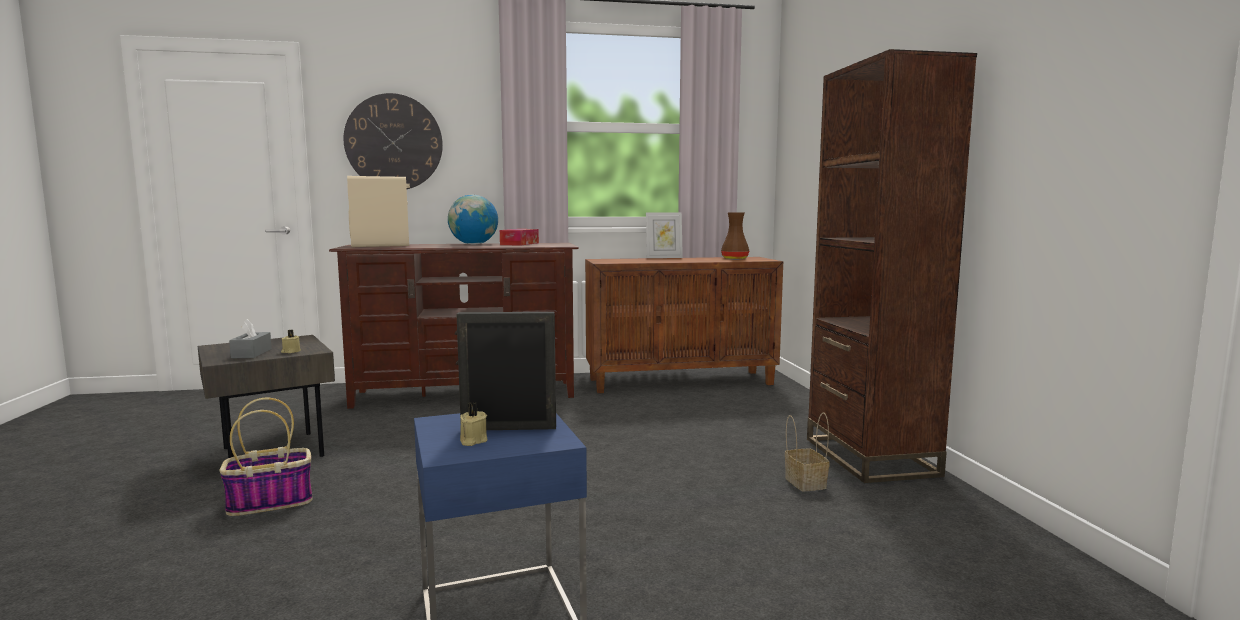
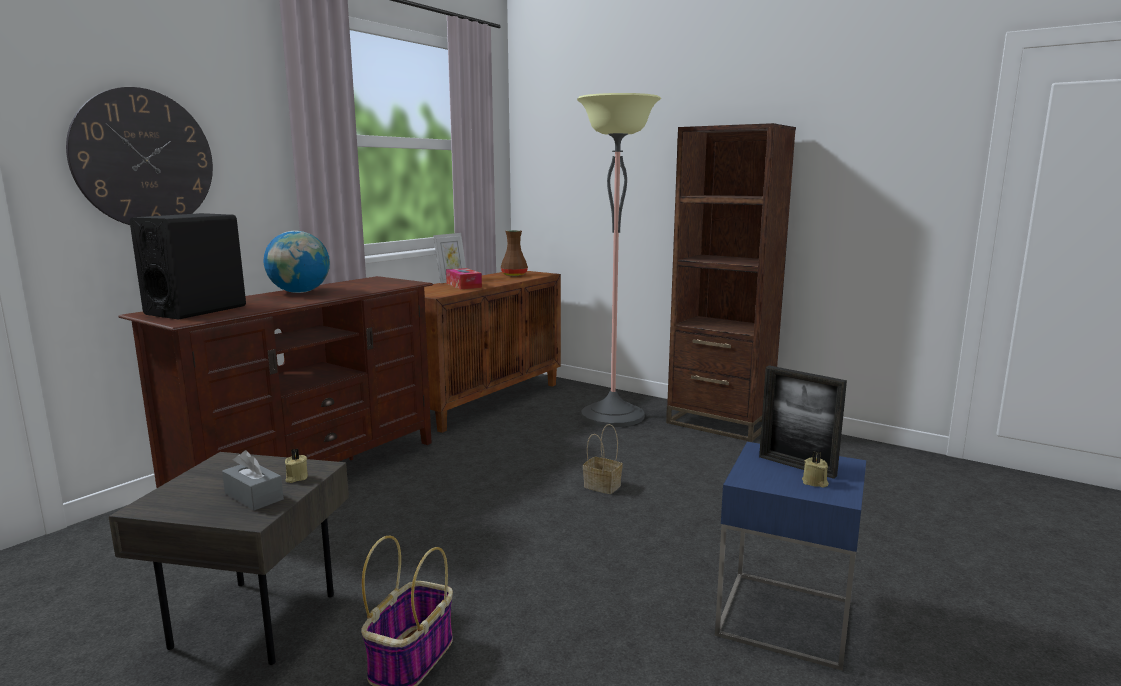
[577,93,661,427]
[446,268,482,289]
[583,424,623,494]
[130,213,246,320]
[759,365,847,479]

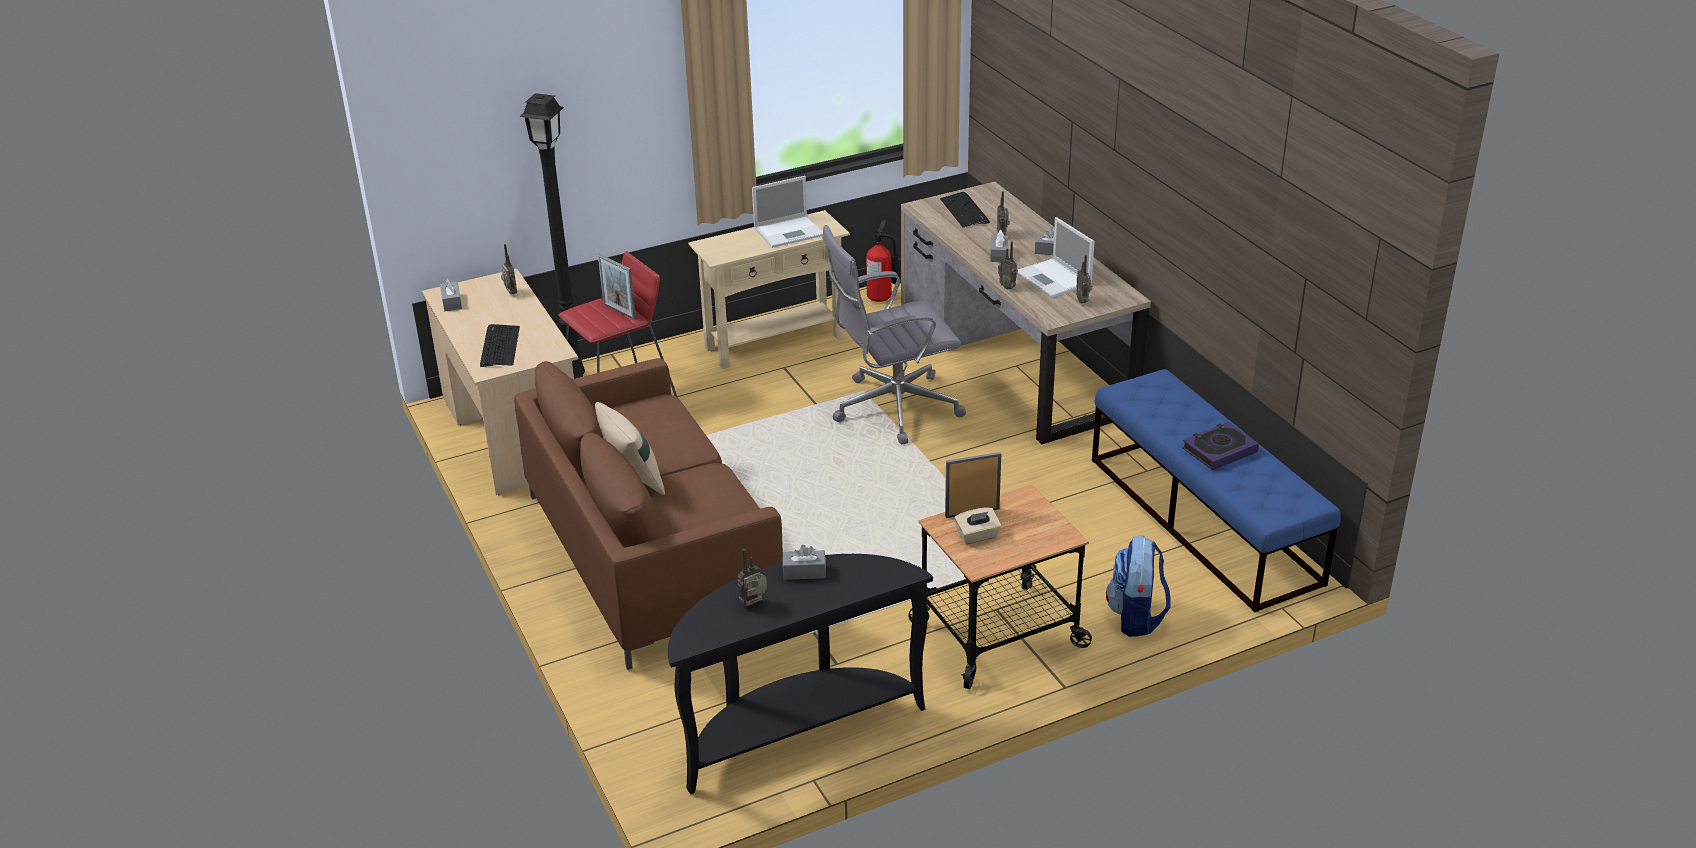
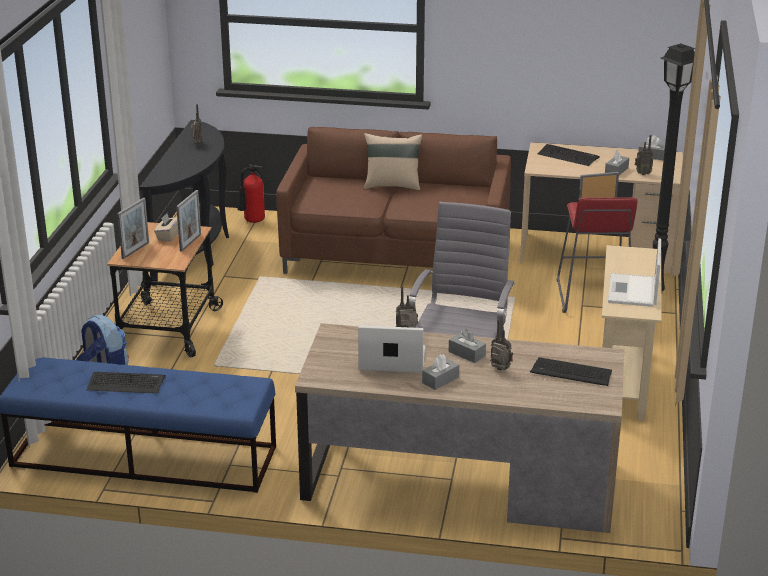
[1076,255,1092,303] (first image)
[117,198,149,259]
[605,150,629,175]
[237,164,265,223]
[87,372,166,394]

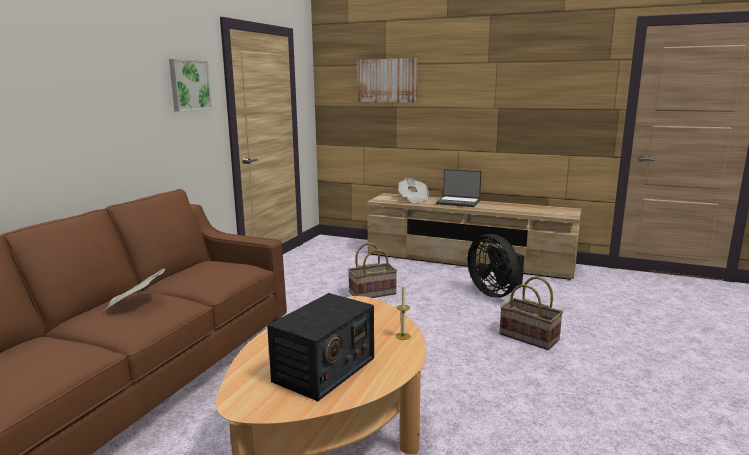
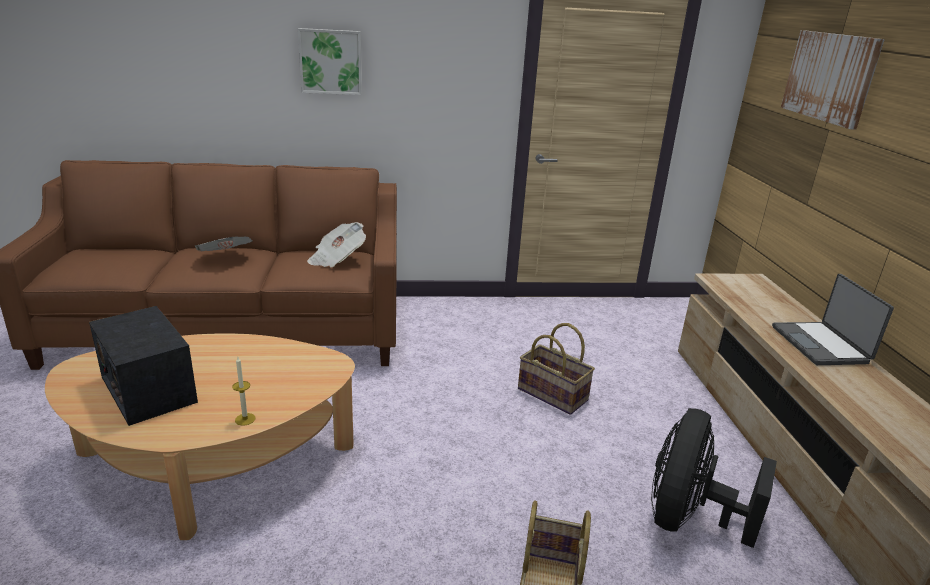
[298,28,362,95]
[307,222,366,268]
[89,306,198,426]

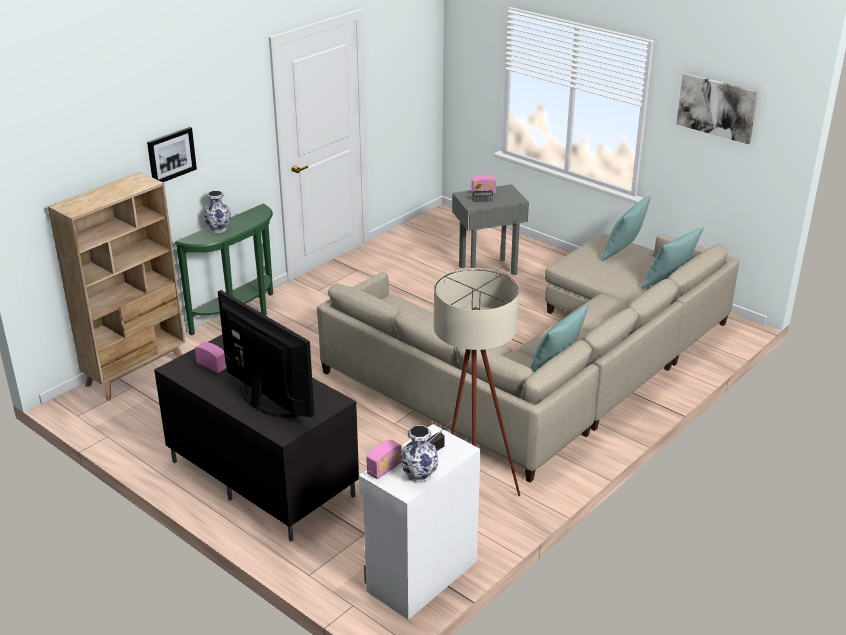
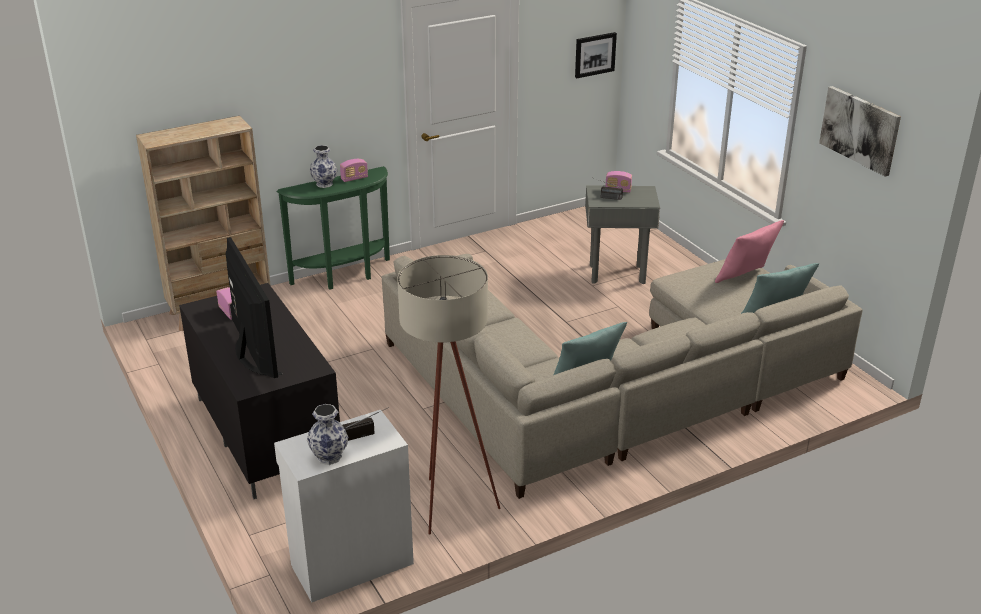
[575,32,617,78]
[340,159,368,182]
[715,220,784,283]

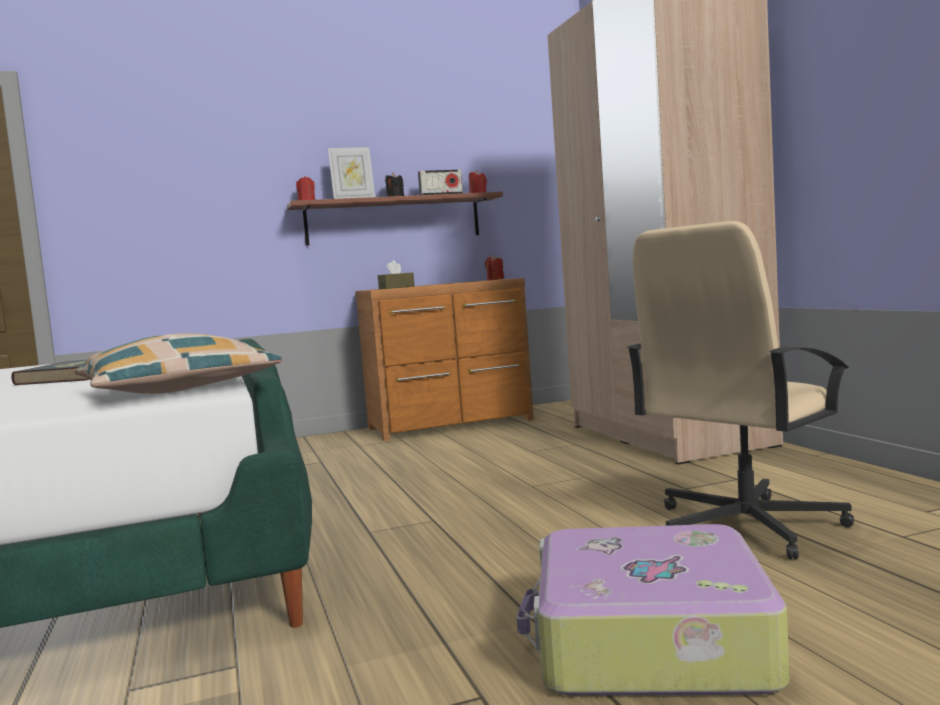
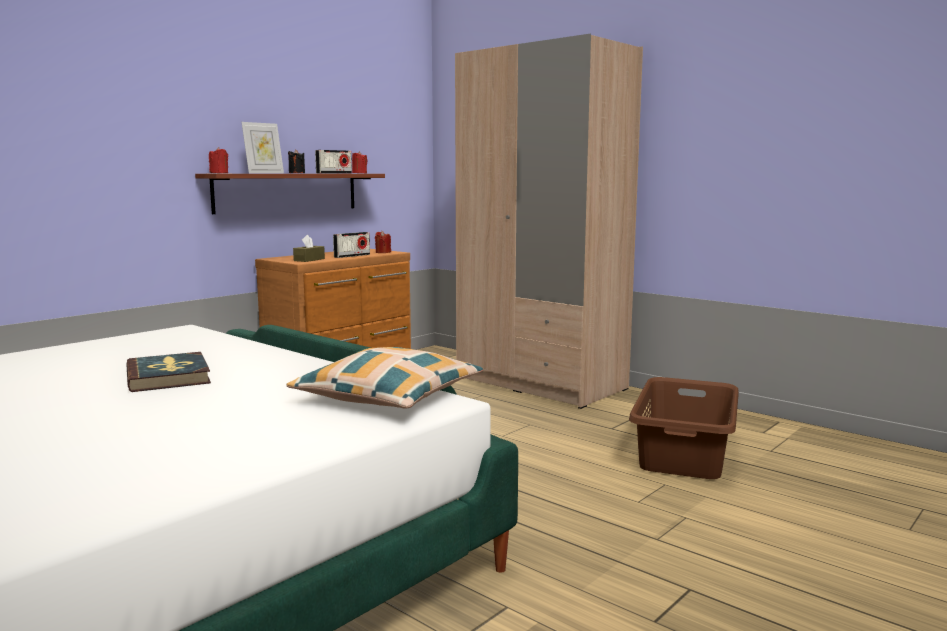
[516,524,790,696] (first image)
[333,232,370,258]
[629,377,739,479]

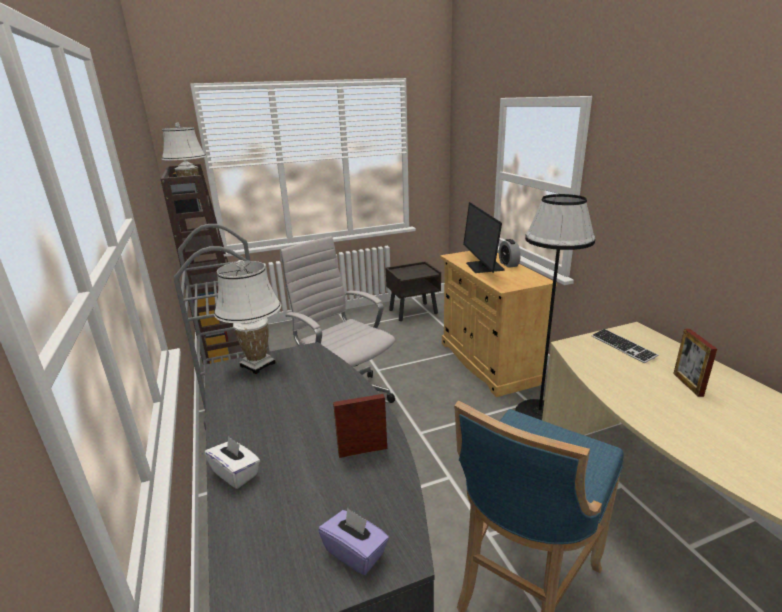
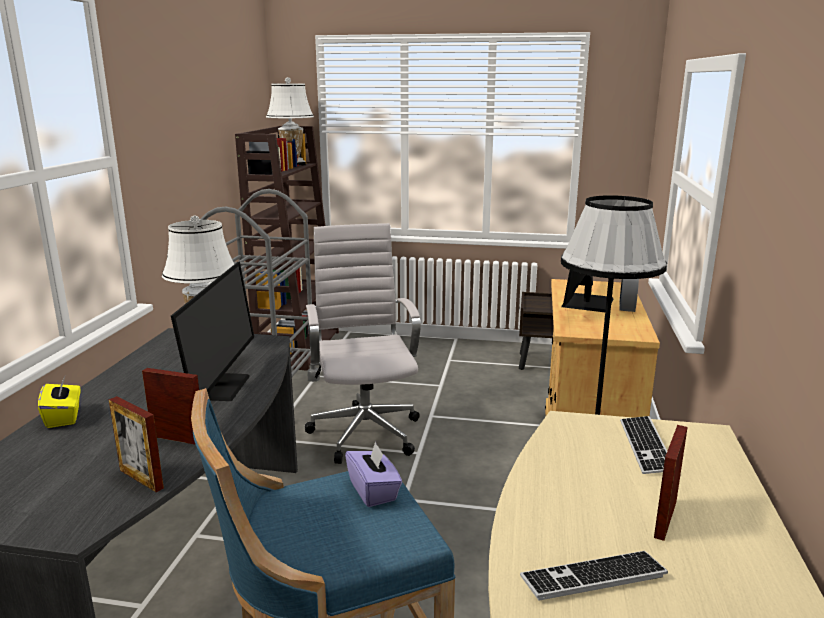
[109,396,164,492]
[171,262,254,401]
[520,551,668,601]
[345,441,402,507]
[38,377,81,428]

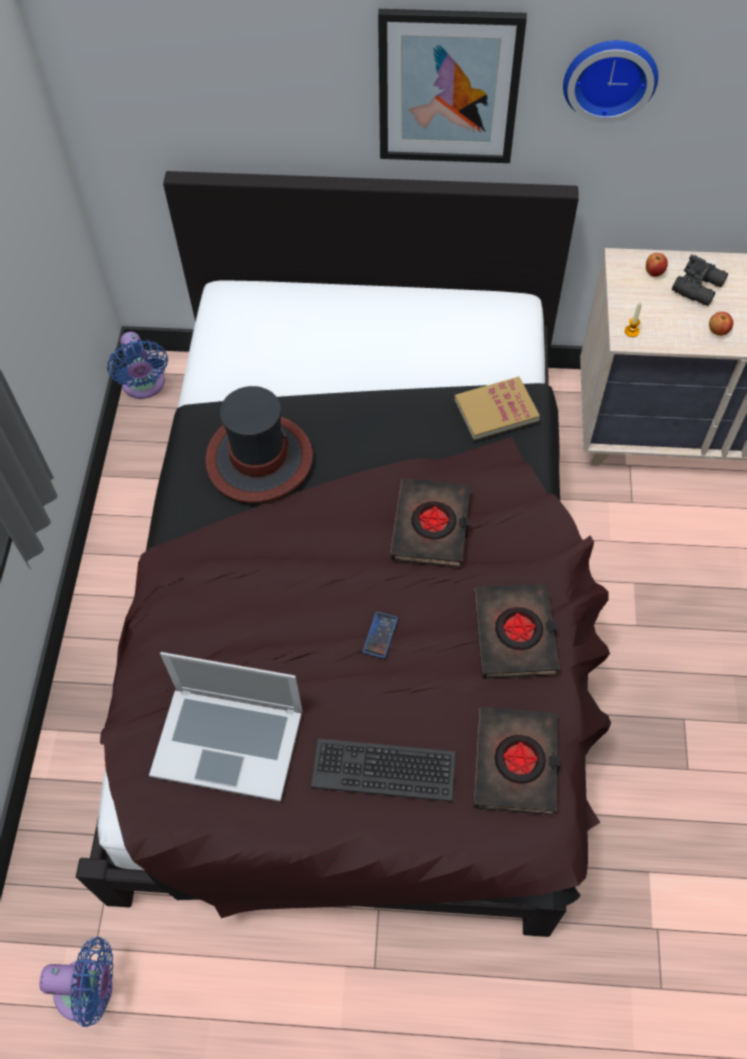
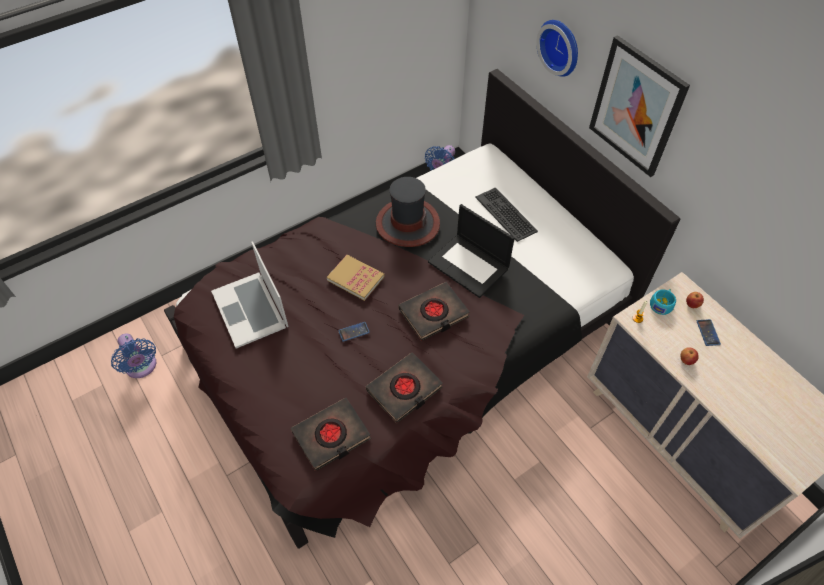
[428,204,515,298]
[650,289,676,315]
[475,187,538,242]
[327,255,384,301]
[536,20,578,77]
[697,319,721,346]

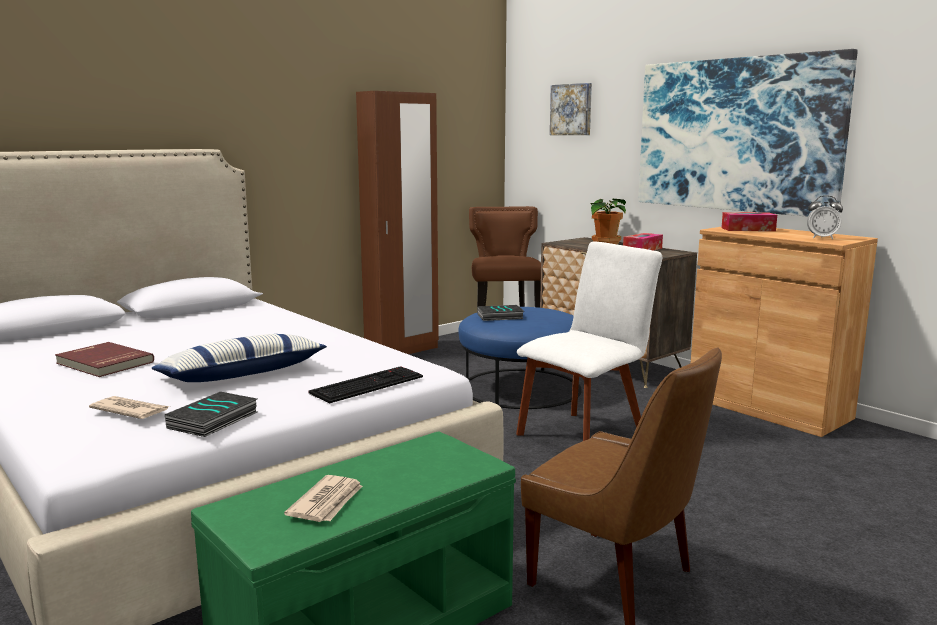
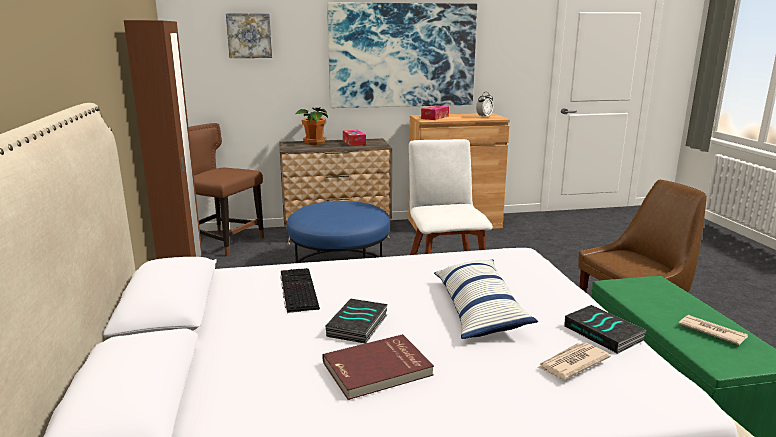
[280,268,320,313]
[326,299,388,343]

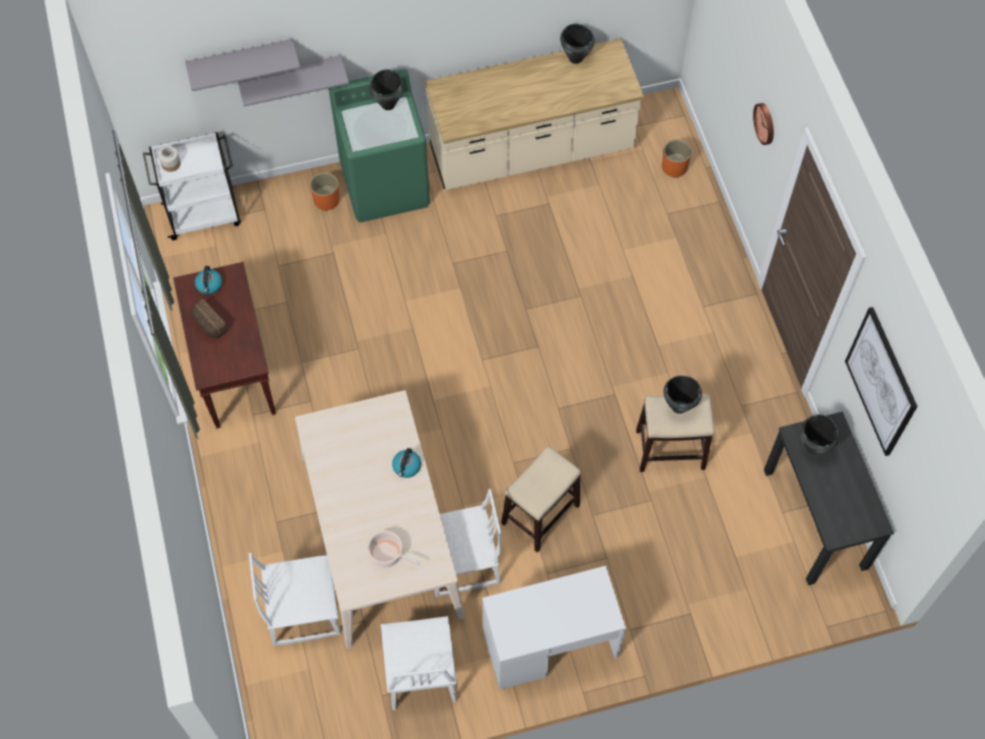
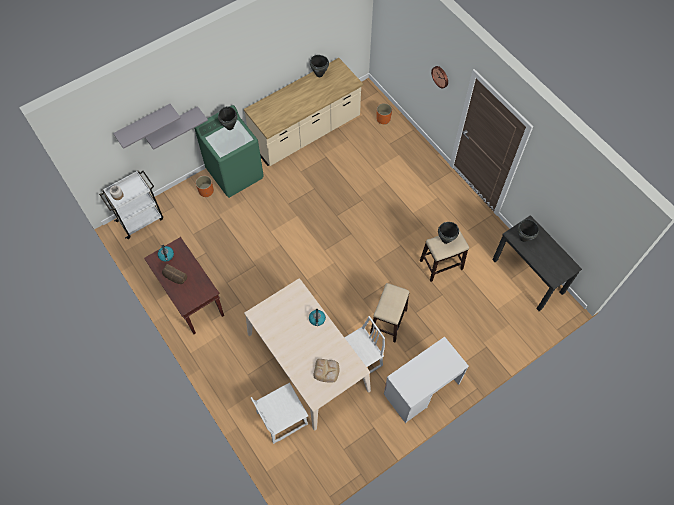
[381,616,457,710] (first image)
[845,307,918,456] (first image)
[313,359,340,383]

